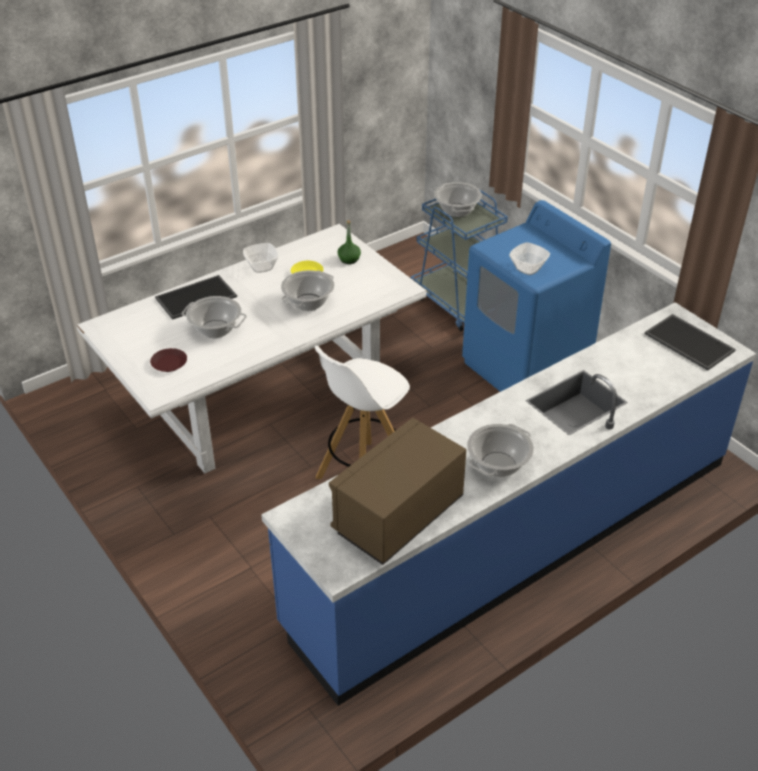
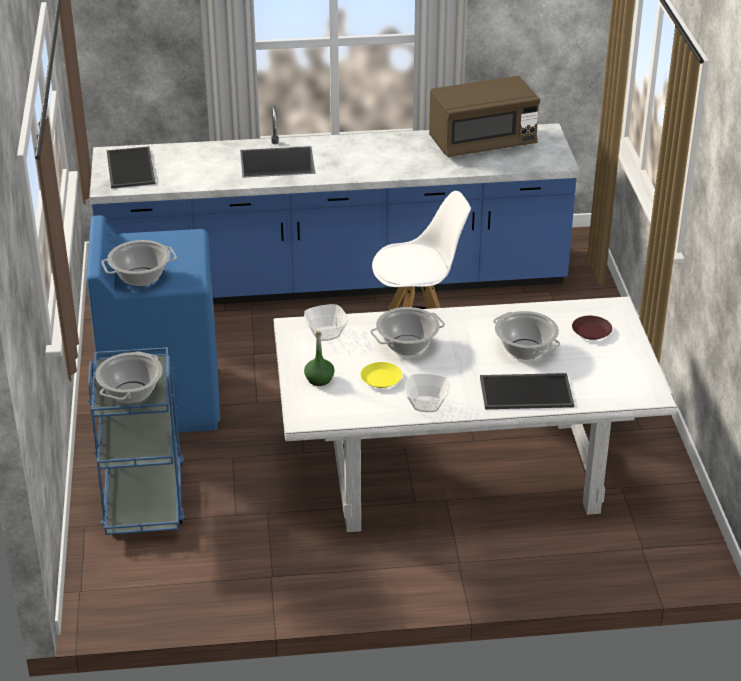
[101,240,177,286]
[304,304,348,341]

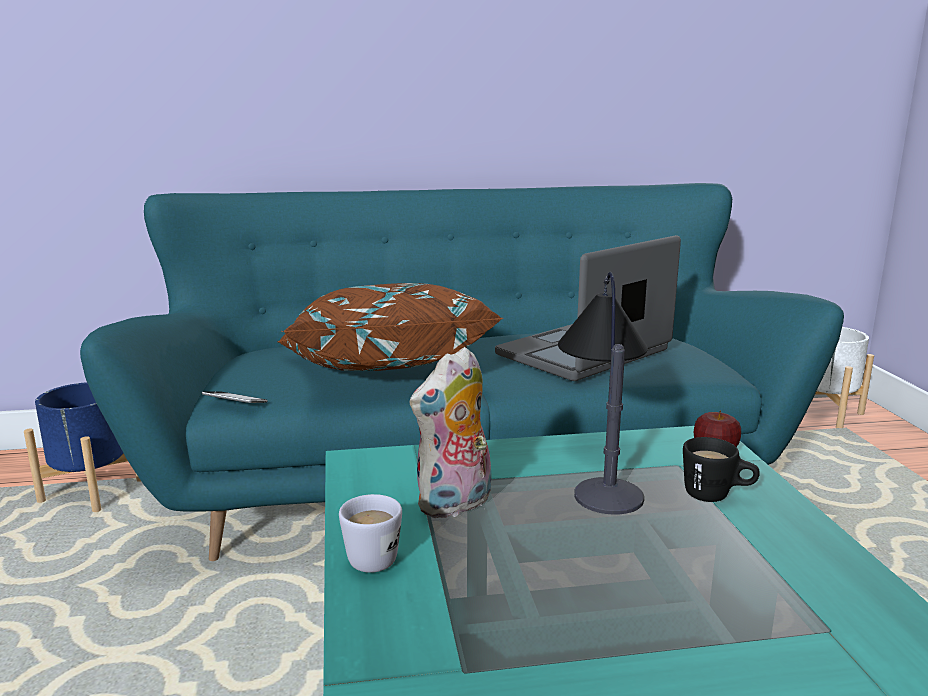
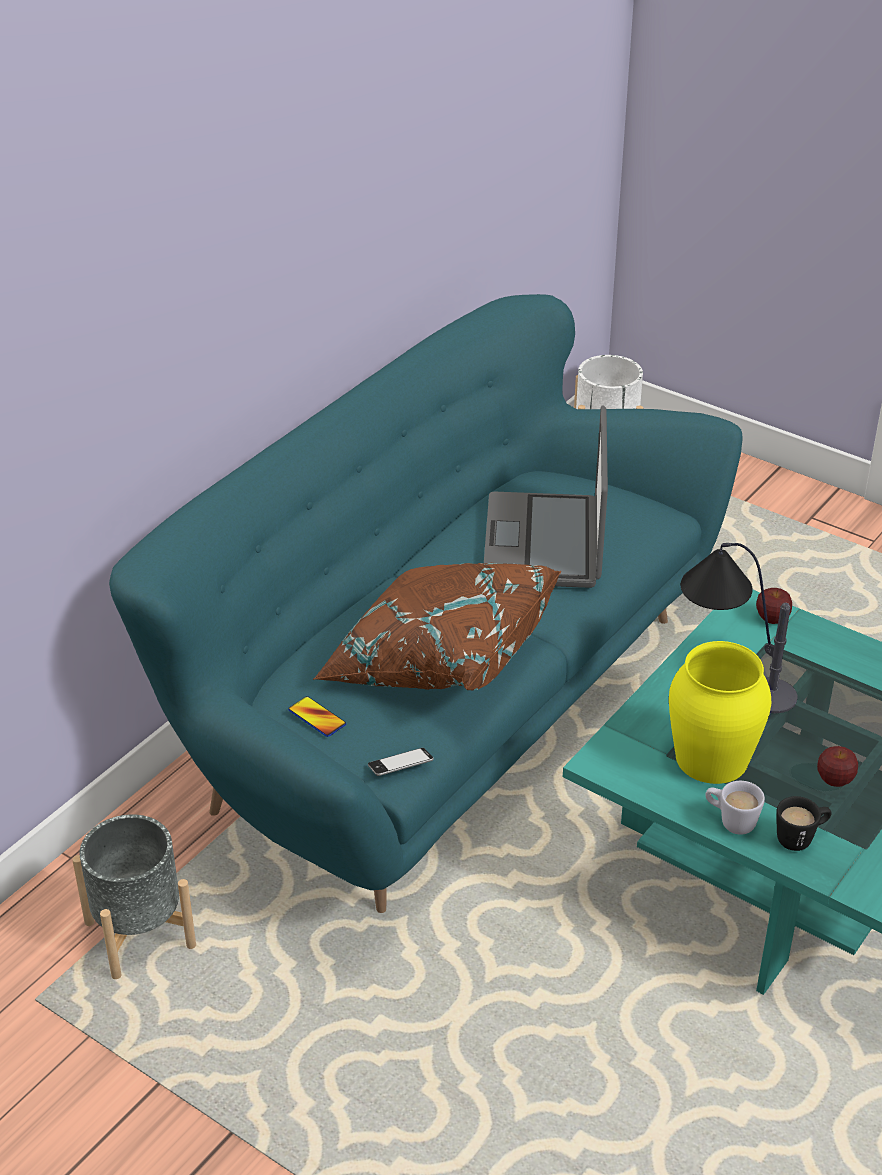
[288,696,346,737]
[817,746,858,787]
[776,796,832,851]
[669,641,771,784]
[72,814,196,979]

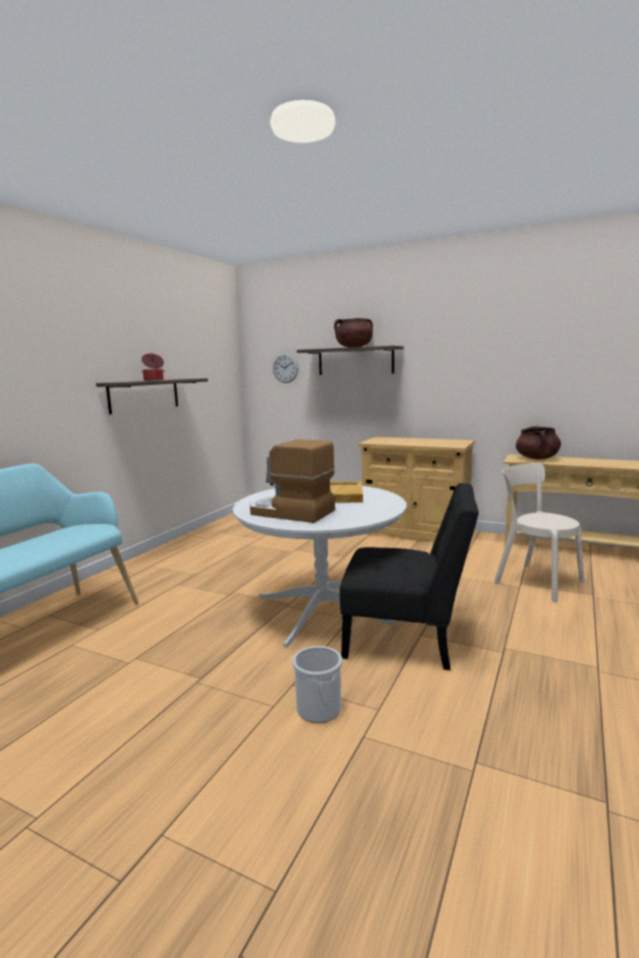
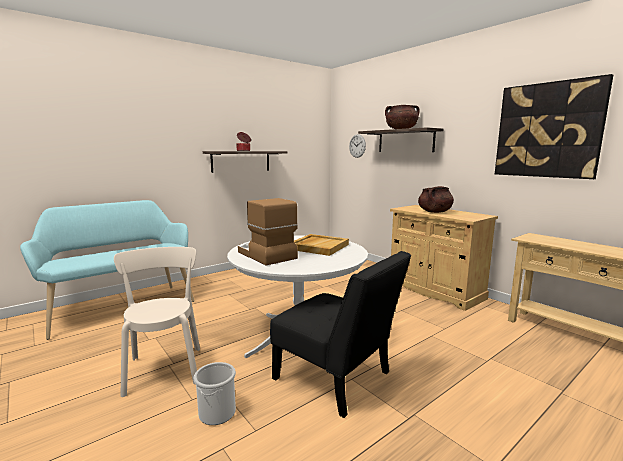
[495,74,613,179]
[114,247,200,397]
[418,186,454,213]

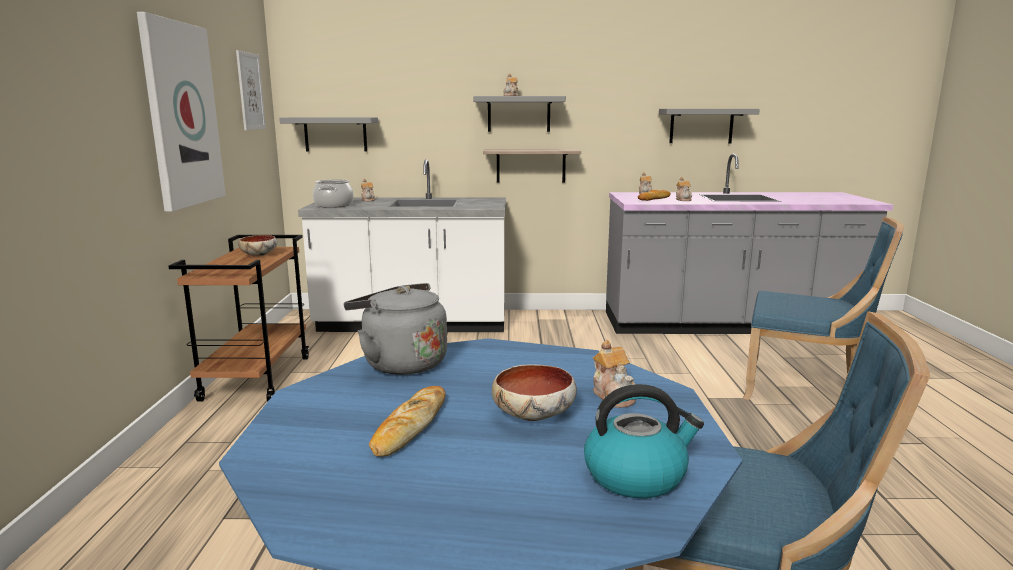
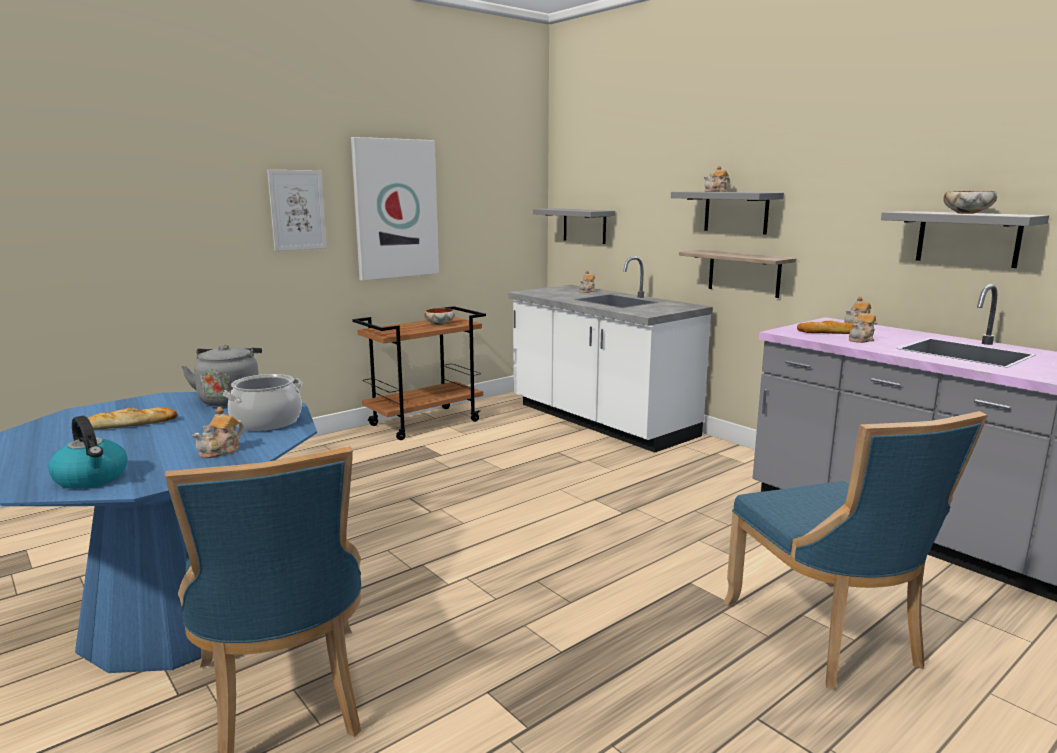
[267,170,327,251]
[223,374,303,431]
[943,191,997,214]

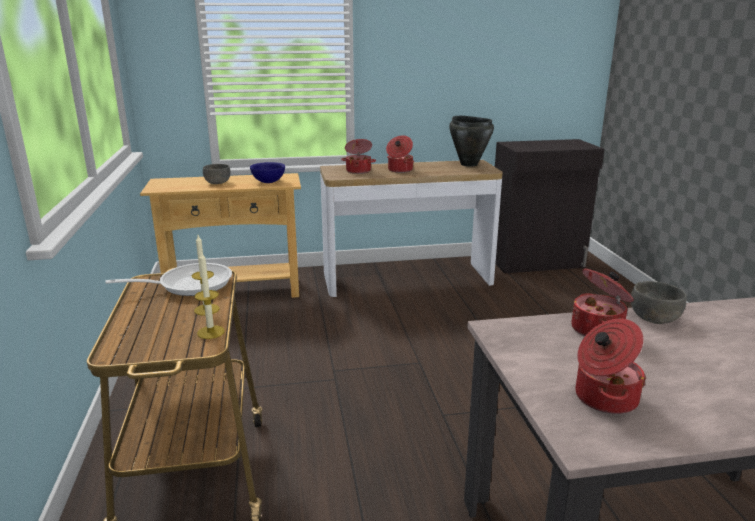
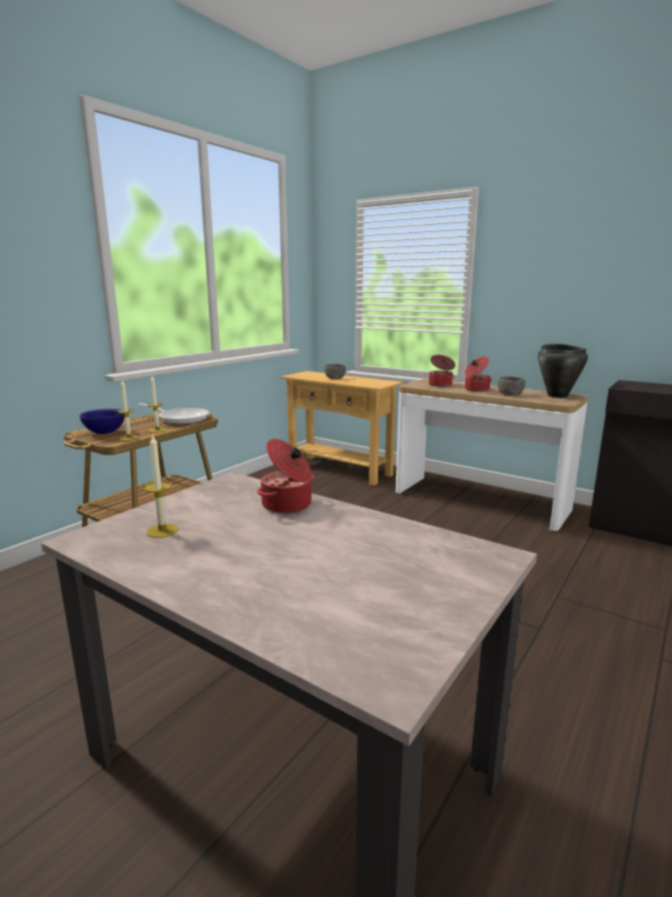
[80,409,124,434]
[498,376,525,395]
[144,434,179,538]

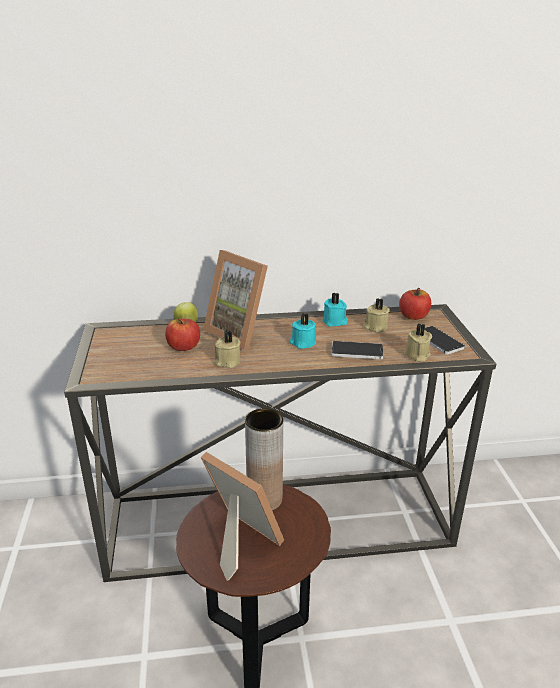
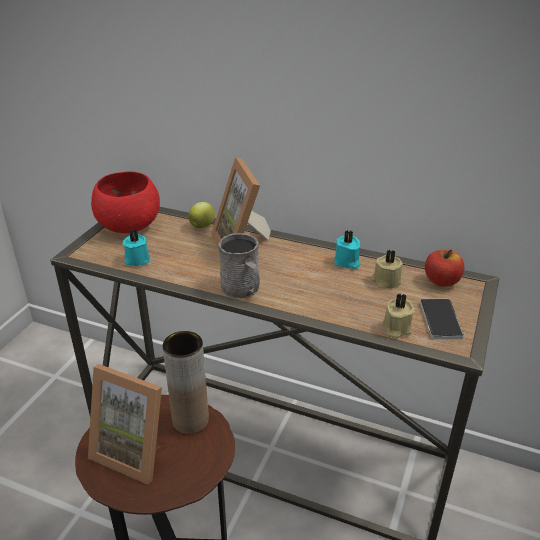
[165,319,200,351] (first image)
[214,330,241,368] (first image)
[332,341,383,359] (first image)
[91,171,160,233]
[218,233,260,298]
[122,229,150,266]
[88,364,162,485]

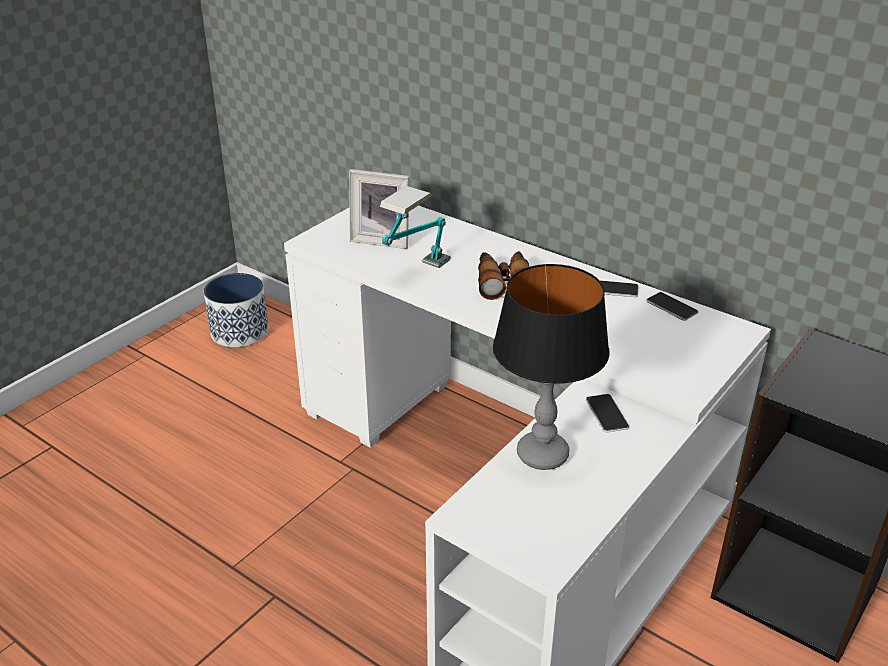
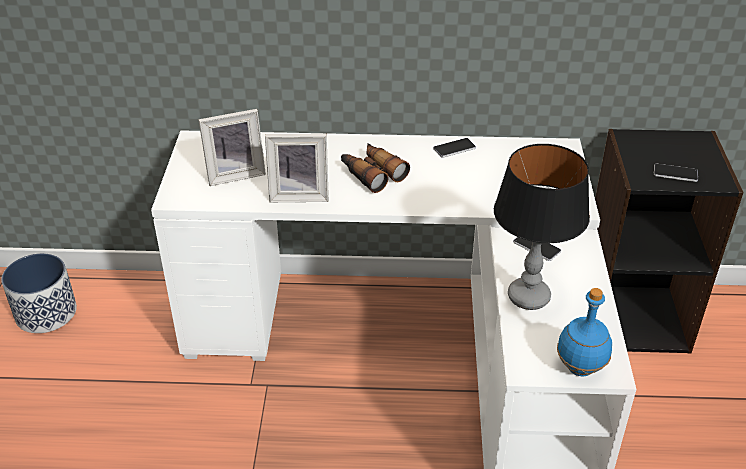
[557,288,612,376]
[654,164,698,182]
[265,134,329,202]

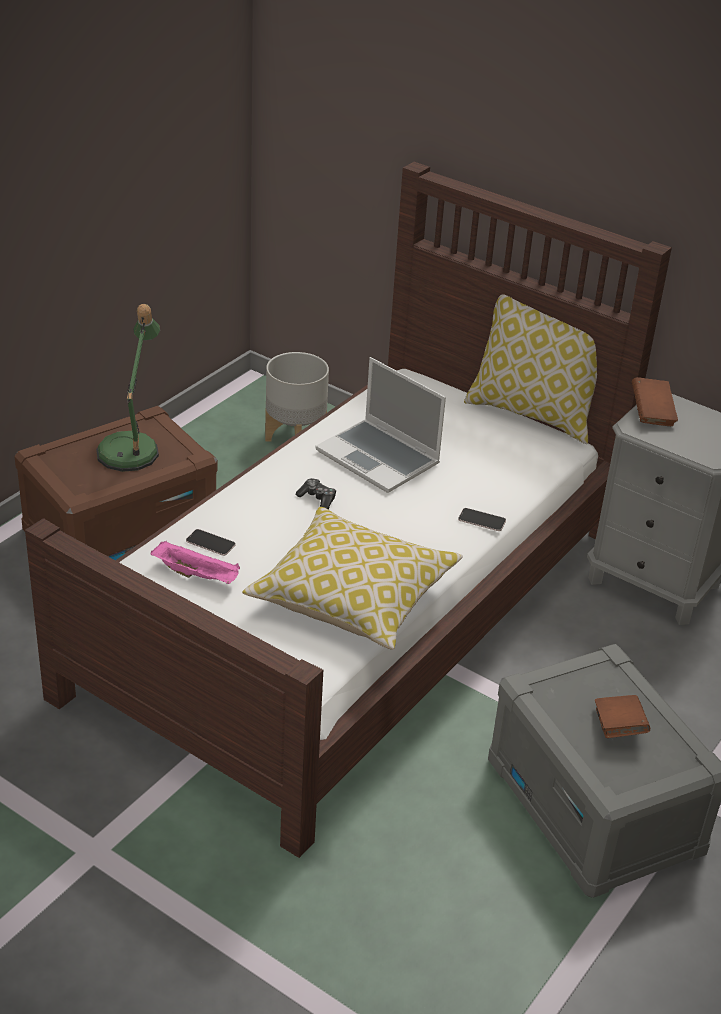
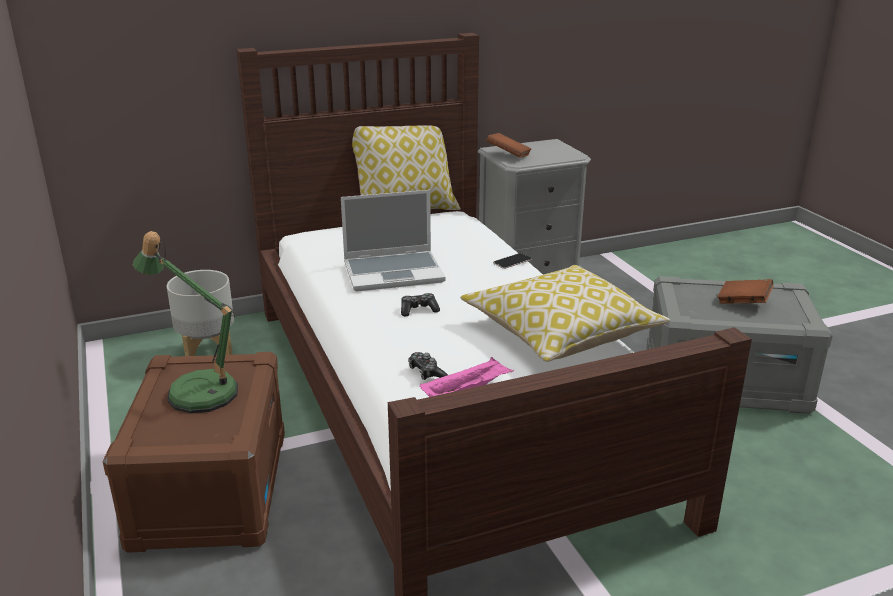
[408,352,448,380]

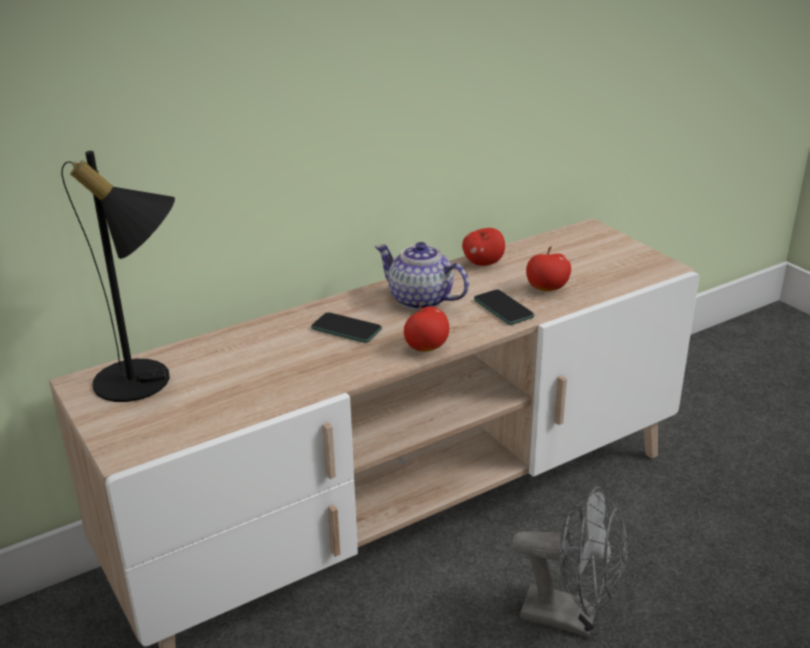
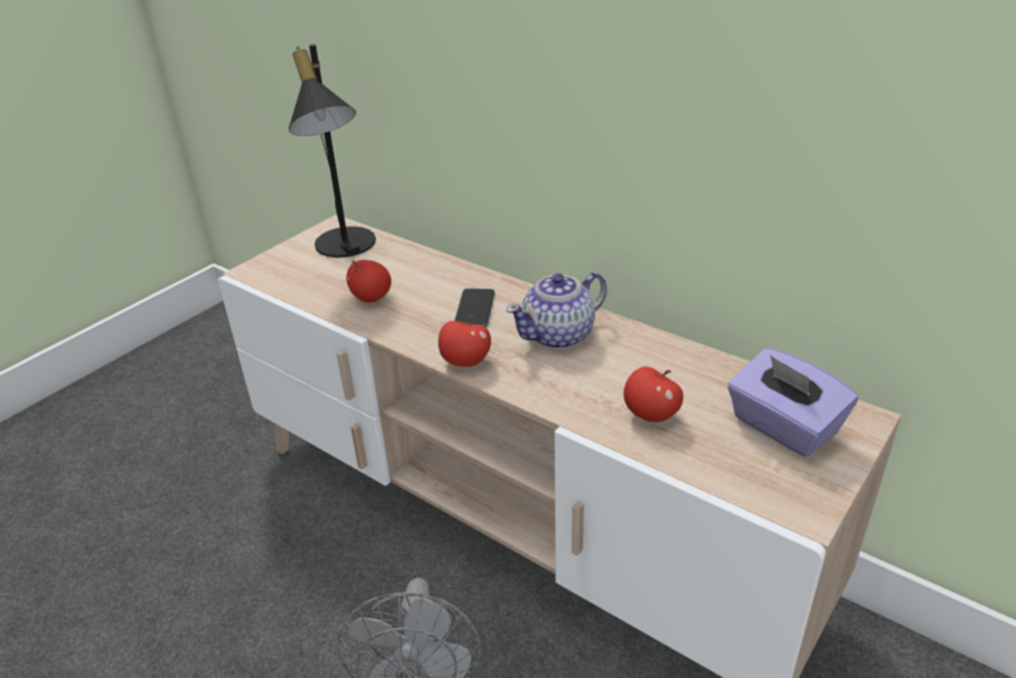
[474,290,535,325] (first image)
[728,348,858,457]
[346,260,391,302]
[506,272,607,349]

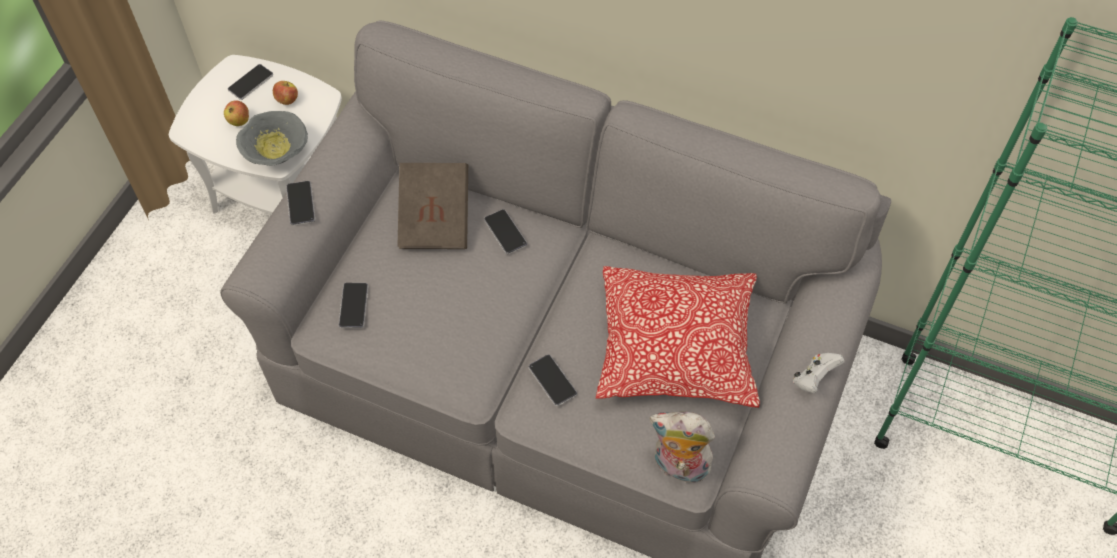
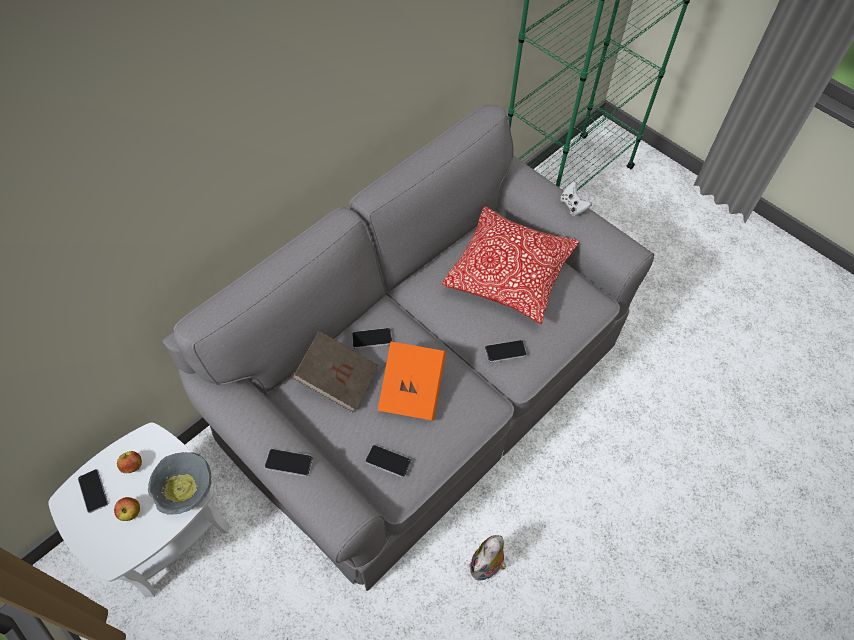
[378,342,446,421]
[469,535,506,581]

